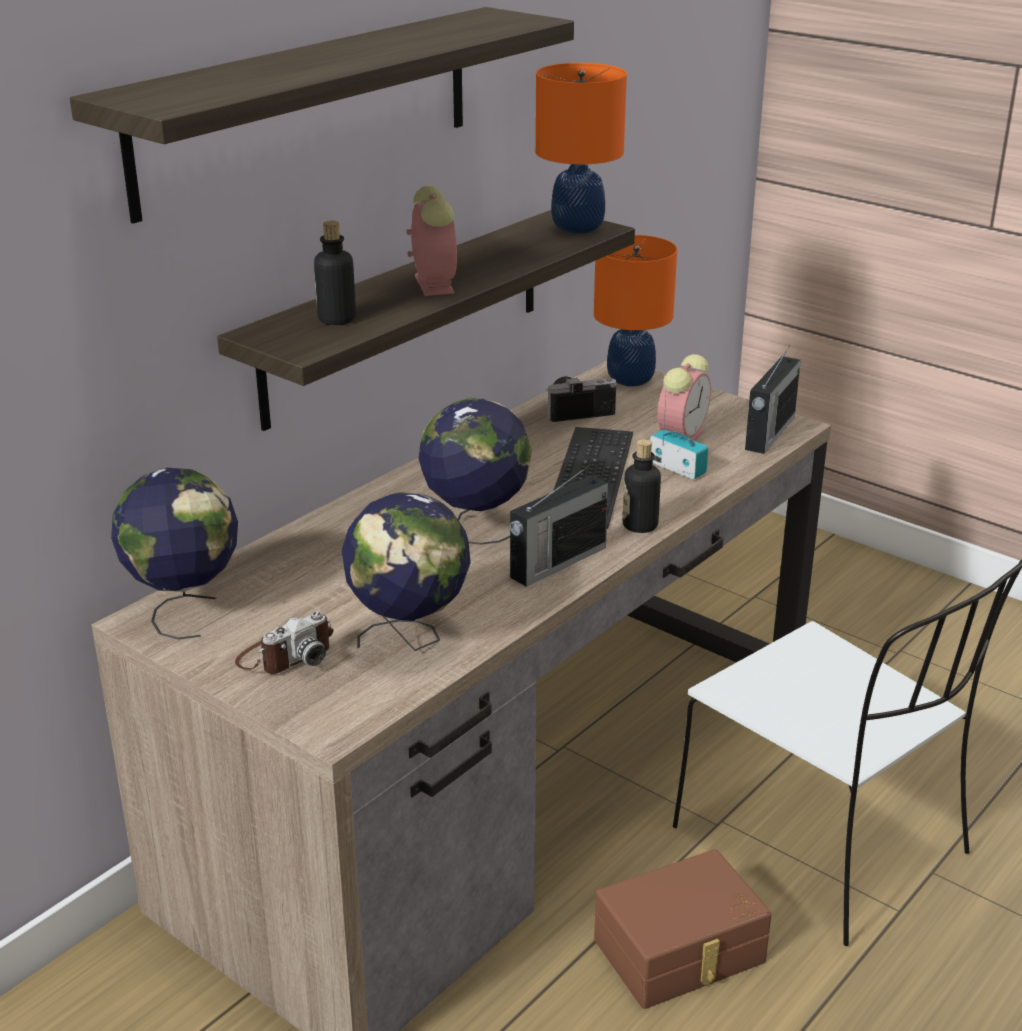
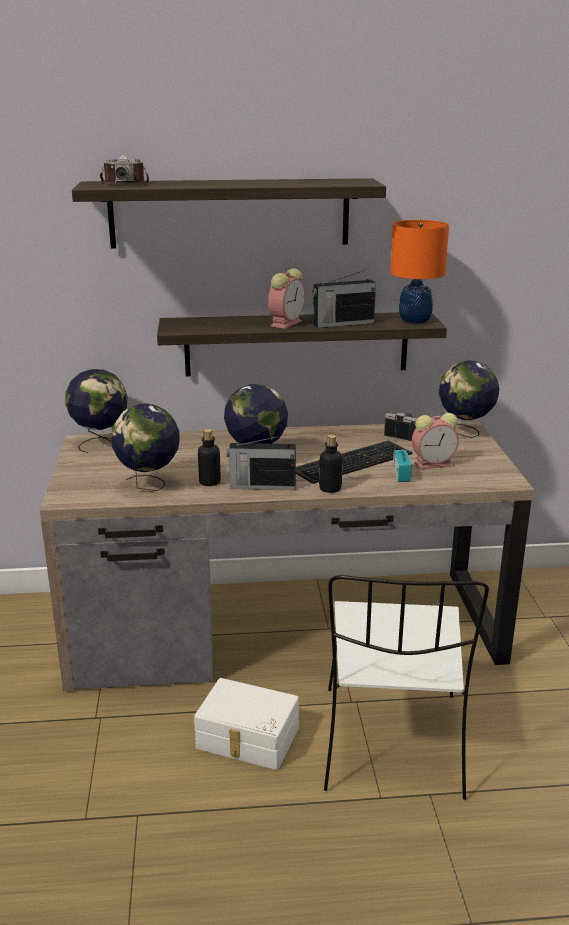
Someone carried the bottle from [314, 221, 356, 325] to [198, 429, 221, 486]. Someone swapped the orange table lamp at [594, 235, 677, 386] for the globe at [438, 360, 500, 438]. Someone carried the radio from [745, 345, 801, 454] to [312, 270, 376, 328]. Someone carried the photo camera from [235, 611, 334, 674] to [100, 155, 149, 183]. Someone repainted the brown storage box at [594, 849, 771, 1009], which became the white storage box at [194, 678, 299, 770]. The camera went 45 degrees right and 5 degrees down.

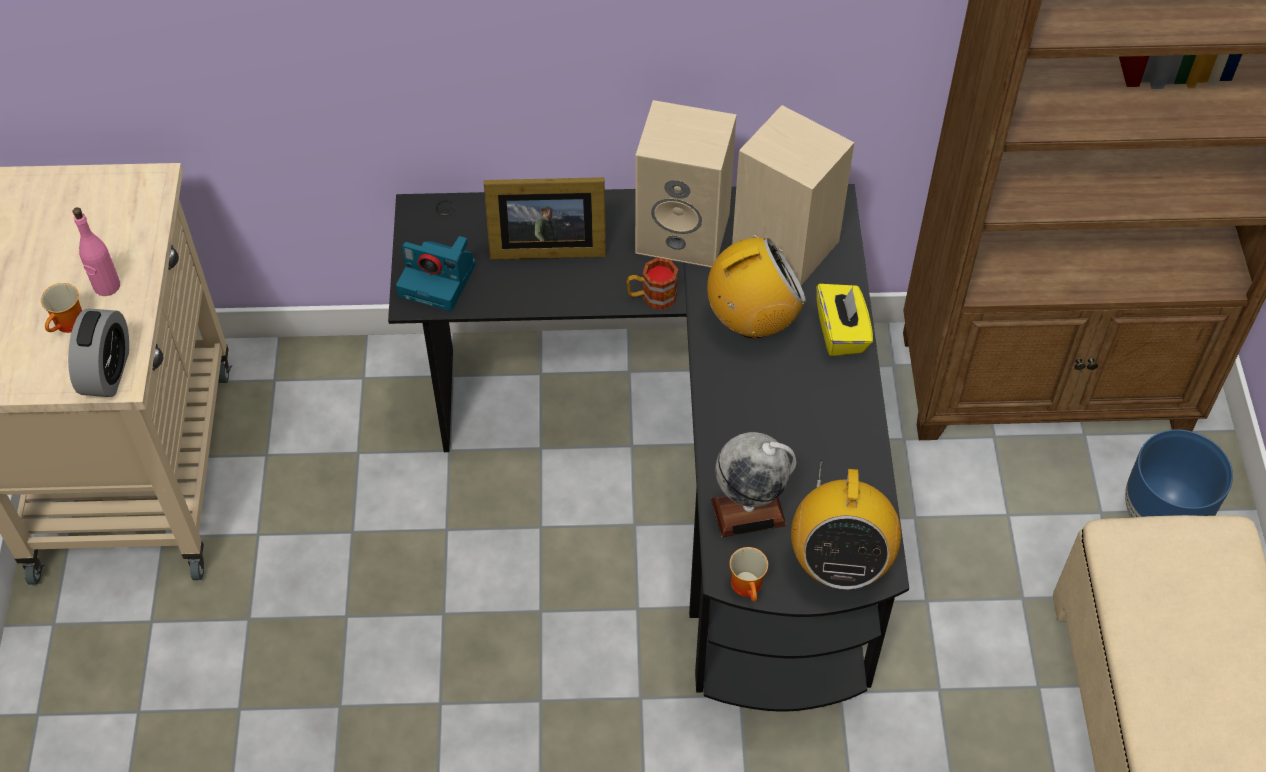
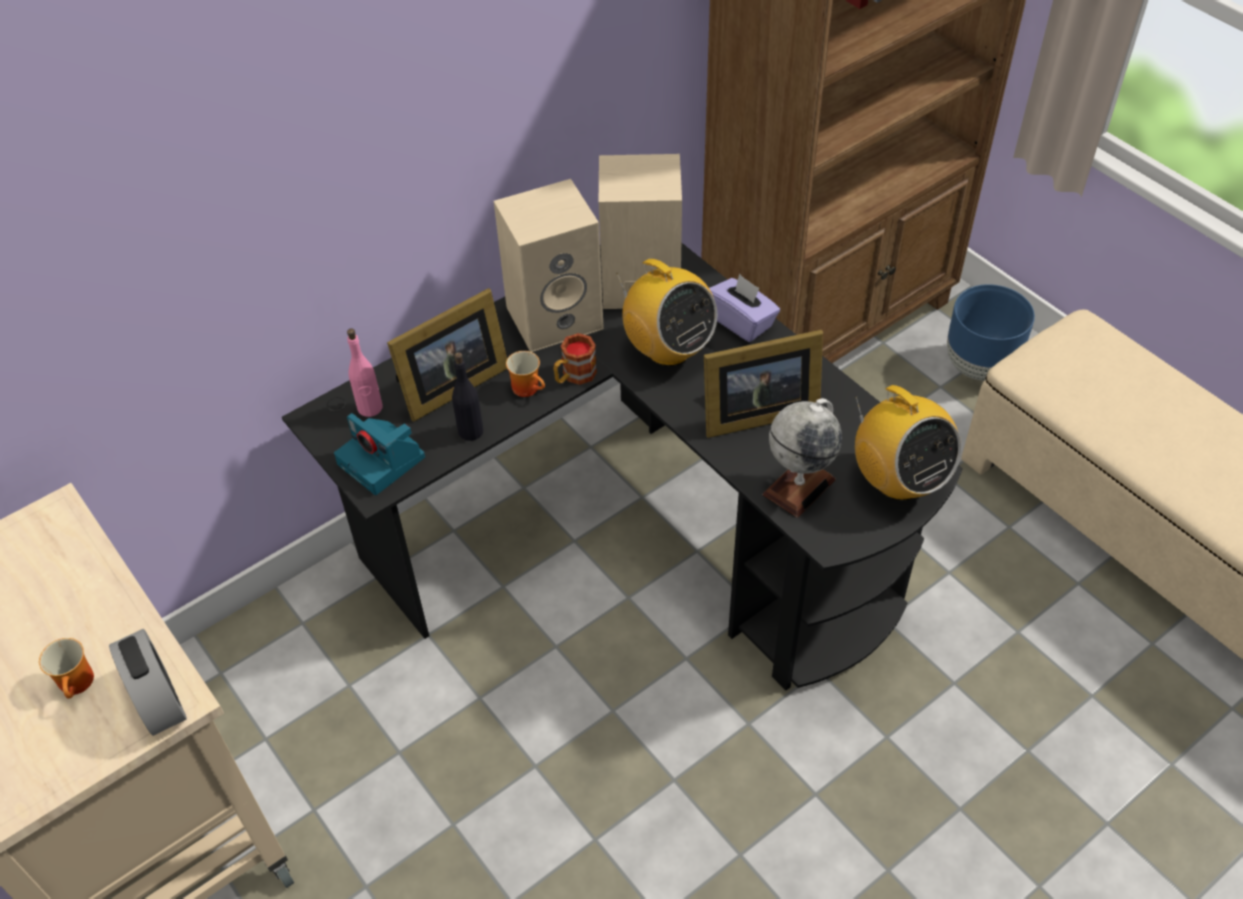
Someone carried the pink bottle from [73, 207, 120, 296] to [347, 328, 383, 417]. Someone rotated the photo camera at [396, 236, 476, 311] by 60 degrees clockwise. Someone rotated the radio at [707, 238, 806, 338] by 105 degrees clockwise. Someone repainted the yellow tissue box at [816, 284, 873, 356], which became the purple tissue box at [709, 273, 780, 342]. Someone carried the mug from [729, 547, 768, 601] to [506, 351, 545, 397]. Someone put down the picture frame at [704, 330, 823, 438]. Someone put down the black bottle at [452, 352, 484, 441]. The camera went 35 degrees left and 5 degrees down.

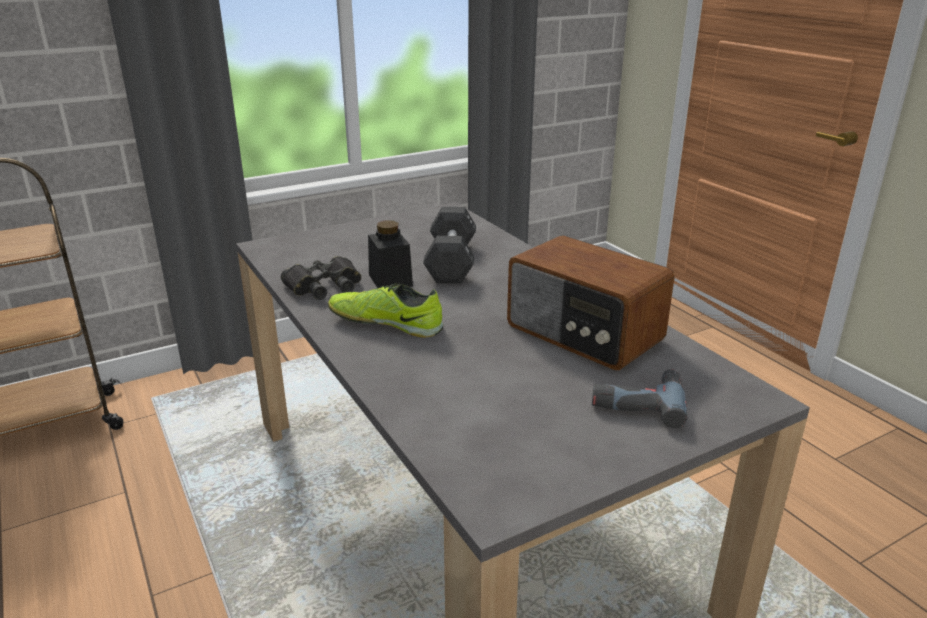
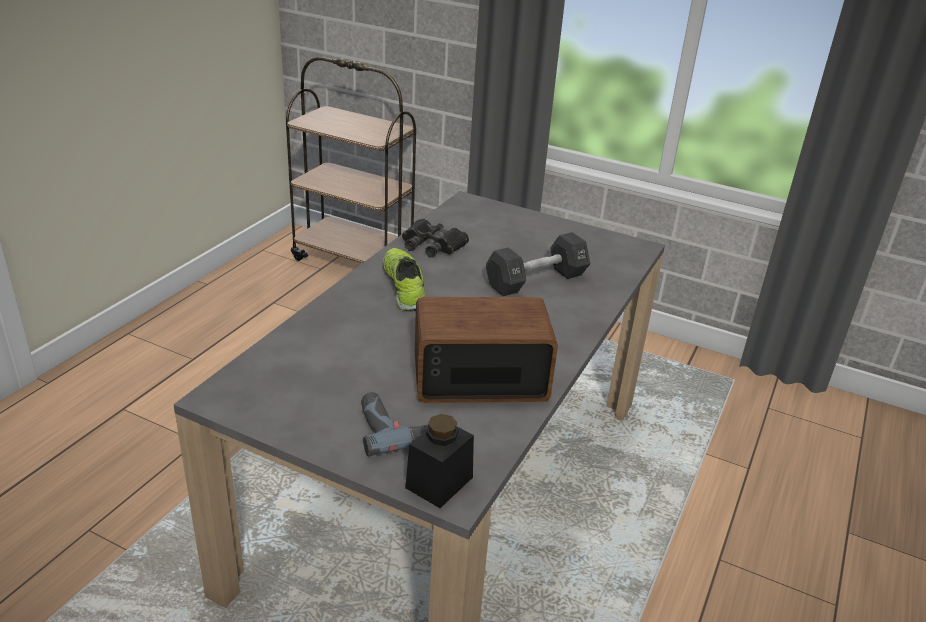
Someone carried the black jar from [368, 221, 413, 288] to [405, 414, 474, 508]. Someone rotated the radio at [507, 235, 675, 370] by 75 degrees clockwise. The camera went 55 degrees right and 5 degrees up.

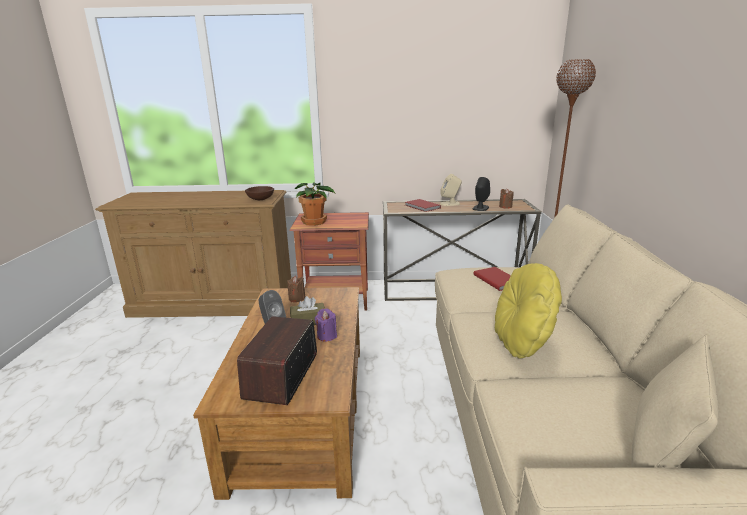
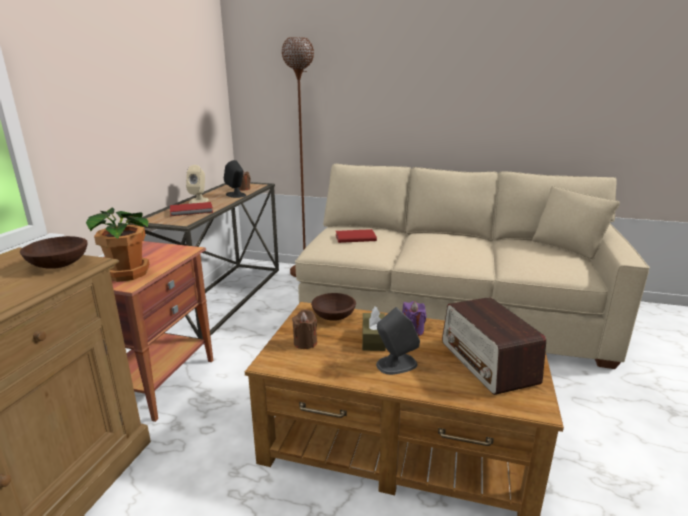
Someone took away the yellow pillow at [495, 263, 562, 358]. Someone rotated the radio at [237, 316, 317, 405] by 45 degrees clockwise. Someone put down the brown bowl at [311, 293, 356, 321]. The camera went 75 degrees left and 0 degrees up.

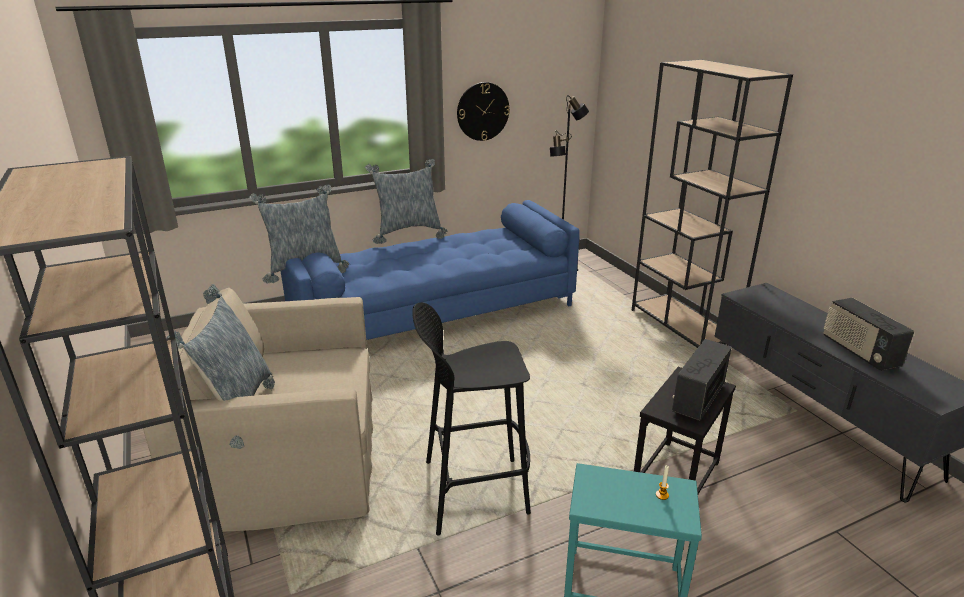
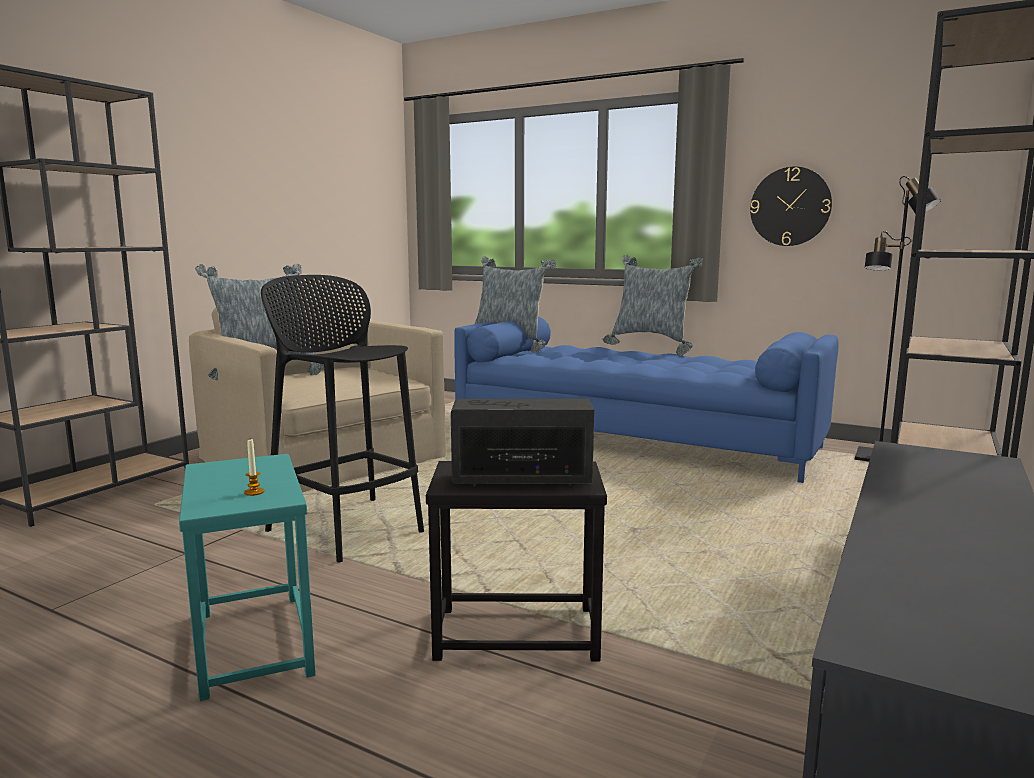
Someone took away the radio at [824, 298, 914, 371]. The camera went 55 degrees right and 15 degrees down.

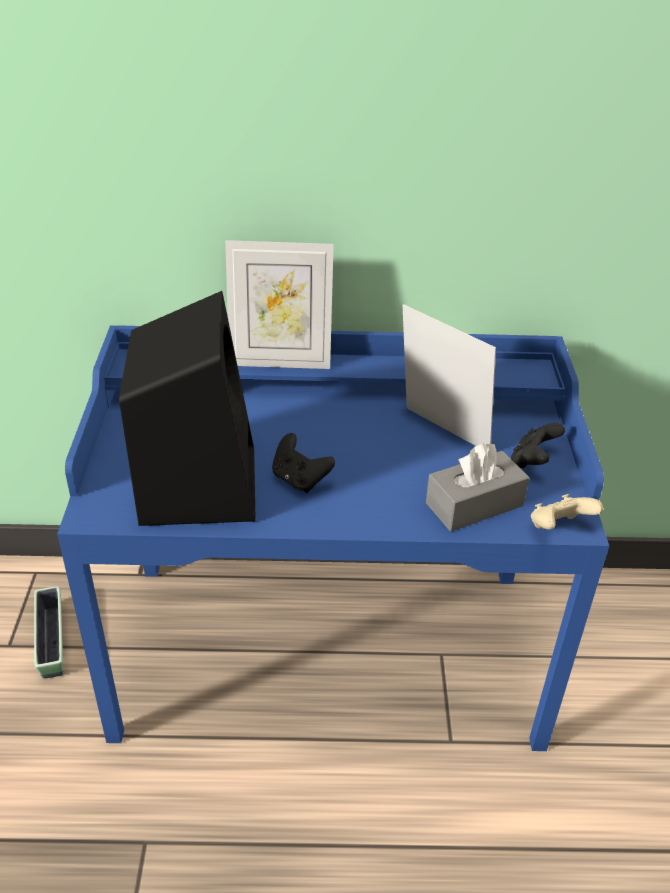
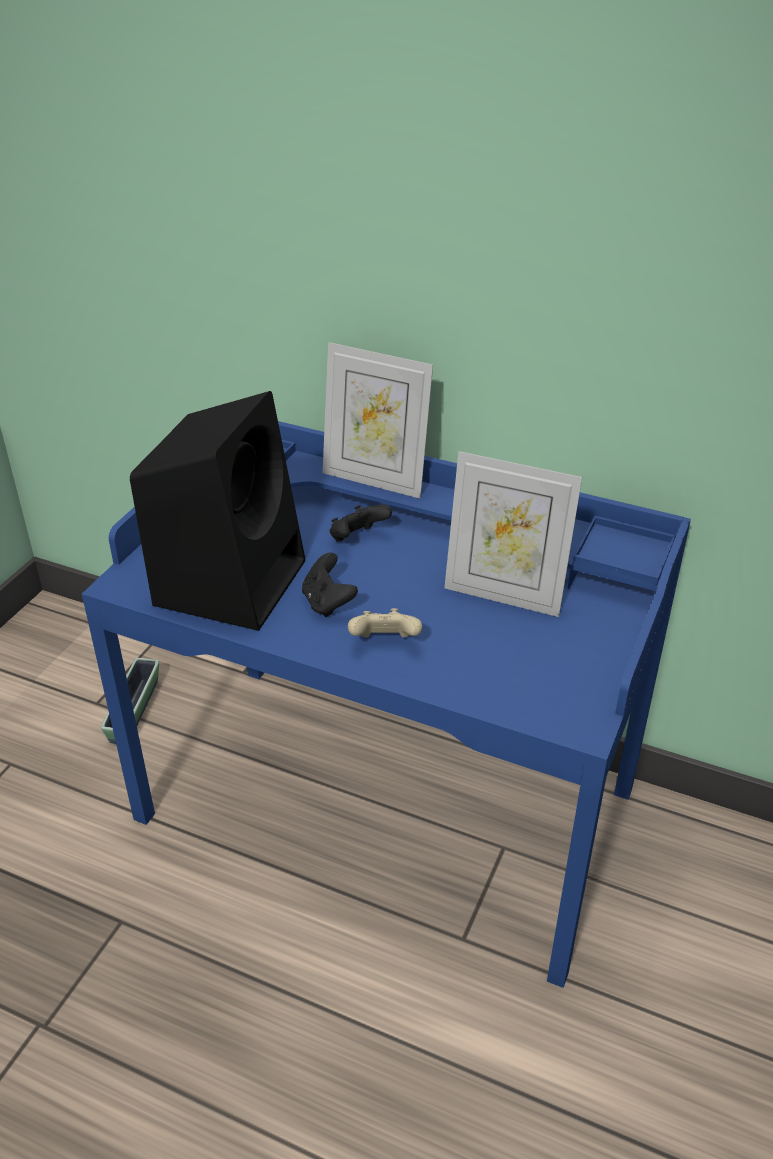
Someone rotated the picture frame at [402, 304, 496, 446] by 135 degrees clockwise. Someone carried the black game controller from [511, 423, 565, 468] to [330, 505, 392, 542]. Someone took away the grey tissue box at [426, 443, 530, 532]. Someone carried the beige game controller from [531, 494, 603, 530] to [348, 608, 422, 638]. The camera went 25 degrees right and 0 degrees up.

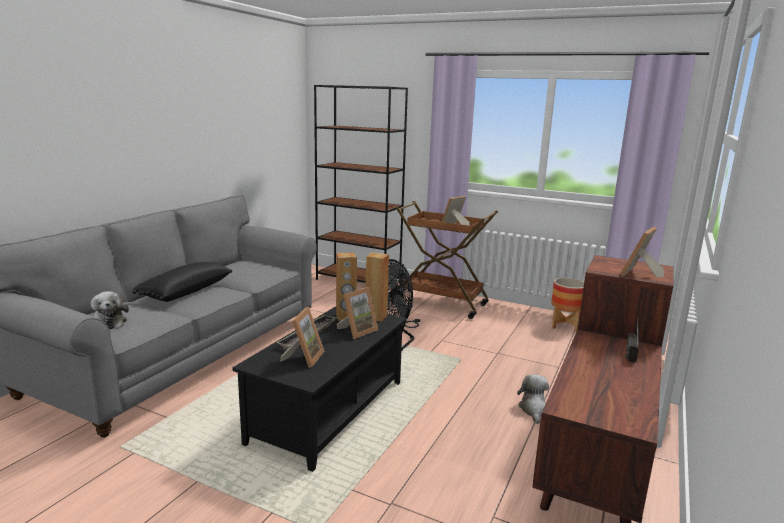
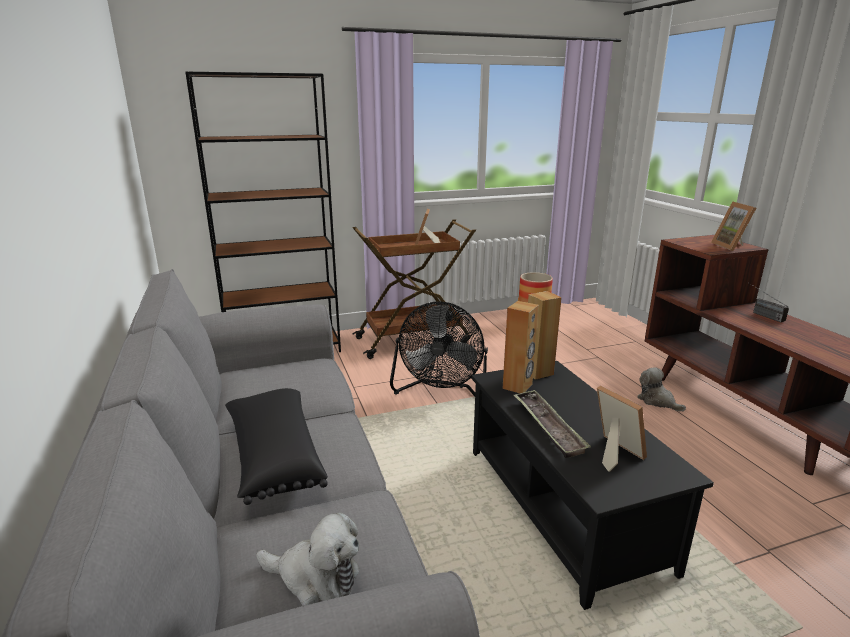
Someone took away the picture frame at [337, 287, 378, 339]. The camera went 45 degrees left and 5 degrees up.

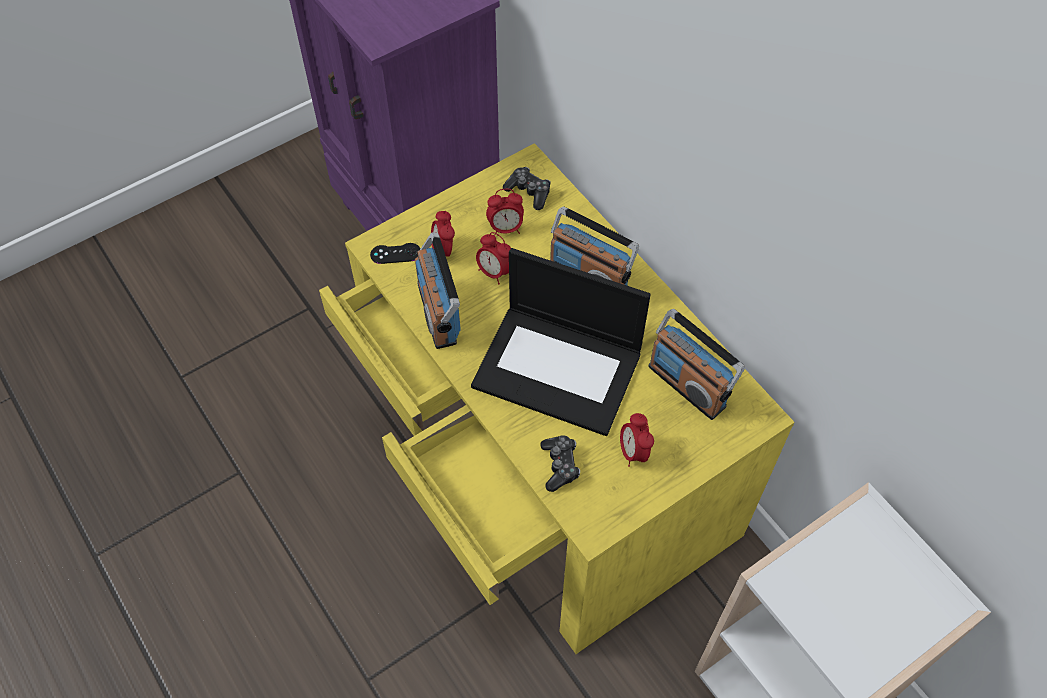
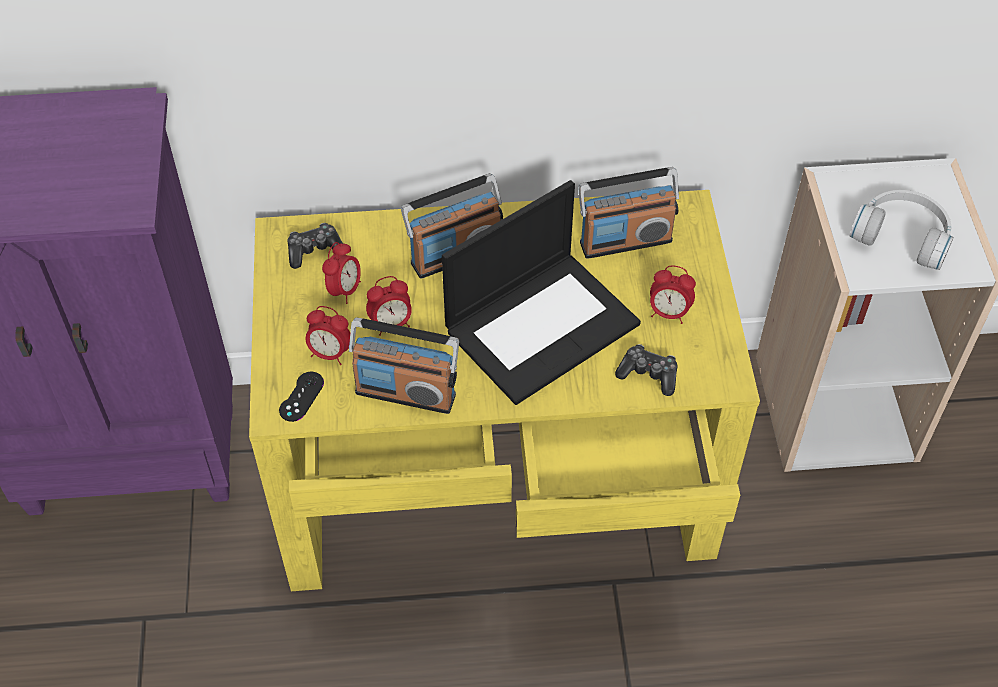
Someone put down the white headphones at [850, 190, 954, 270]. The camera went 60 degrees left and 5 degrees down.

